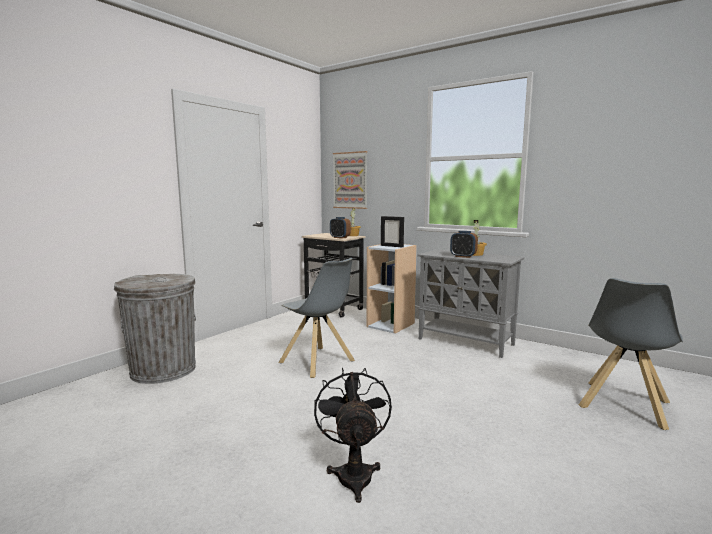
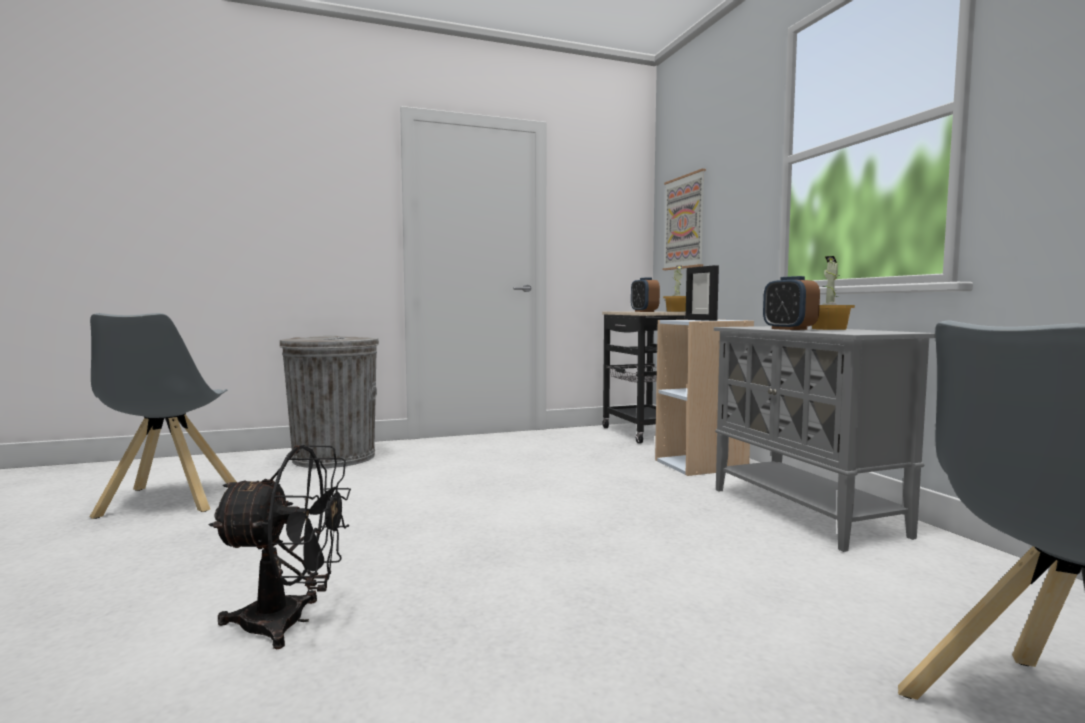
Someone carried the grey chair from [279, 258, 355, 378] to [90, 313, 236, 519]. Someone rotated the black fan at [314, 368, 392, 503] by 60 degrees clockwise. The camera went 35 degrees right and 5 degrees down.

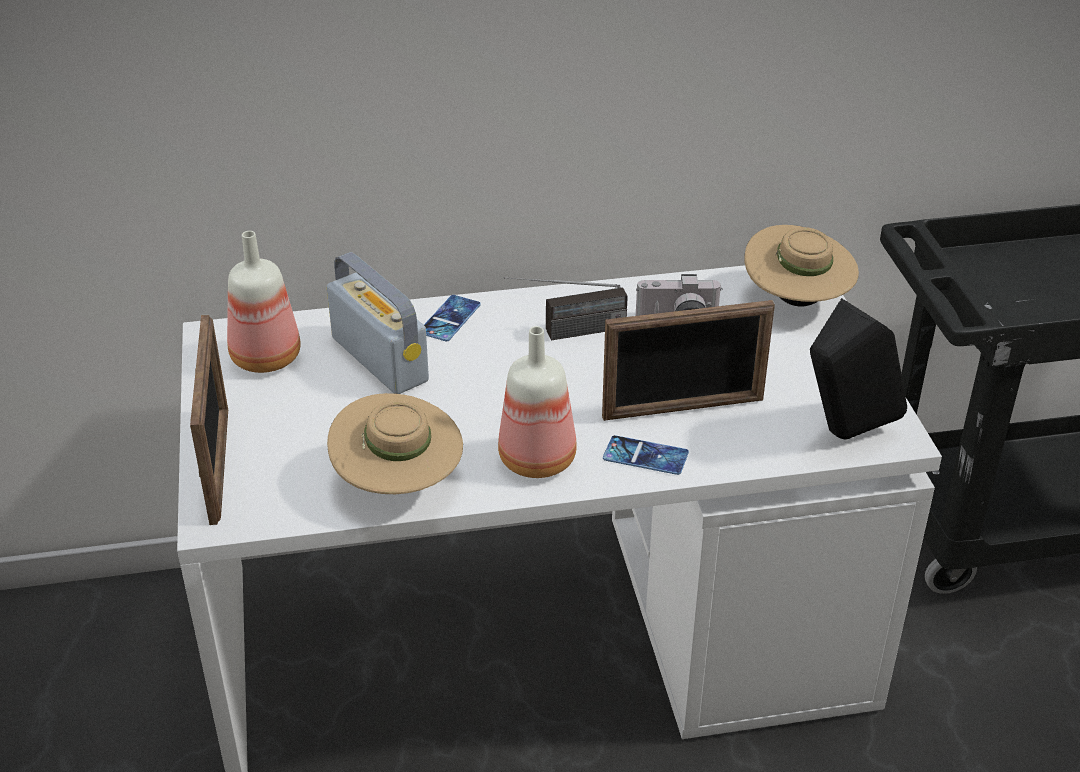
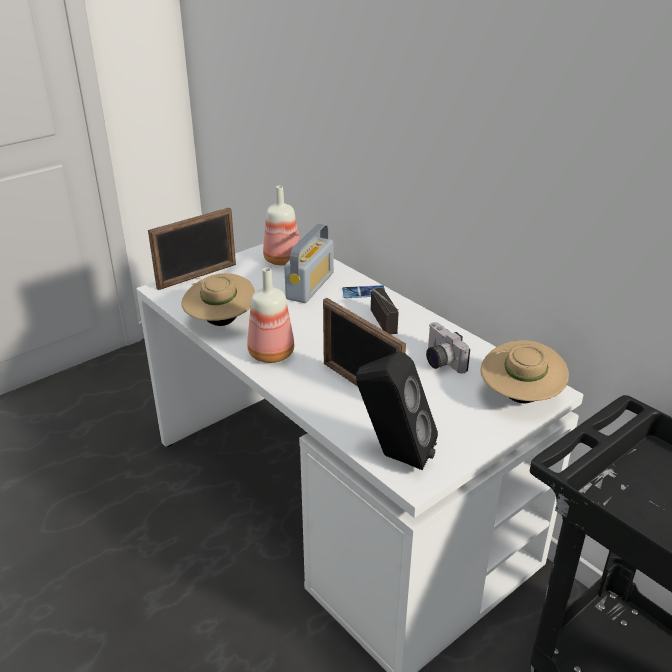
Someone rotated the radio at [504, 277, 628, 340] by 150 degrees counterclockwise. Someone took away the phone at [603, 435, 689, 475]. The camera went 60 degrees right and 5 degrees down.

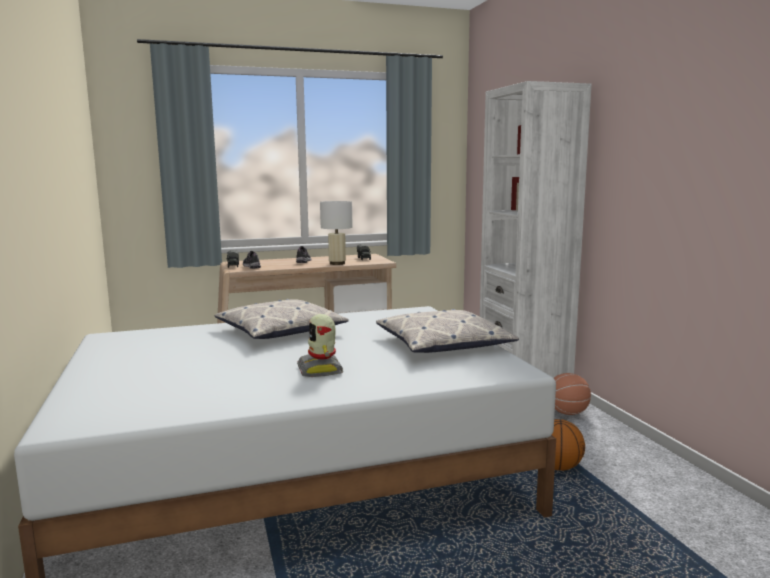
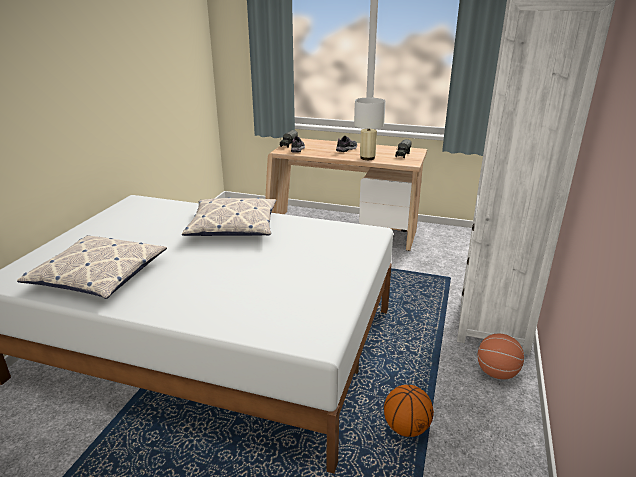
Someone carried the pillow from [376, 309, 519, 353] to [17, 236, 167, 299]. Someone took away the toy robot at [297, 314, 343, 377]. The camera went 35 degrees right and 15 degrees up.

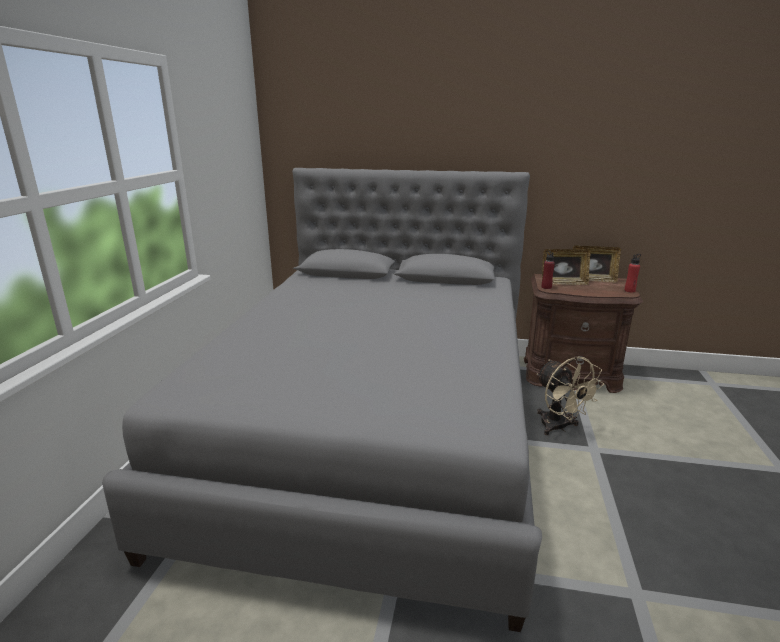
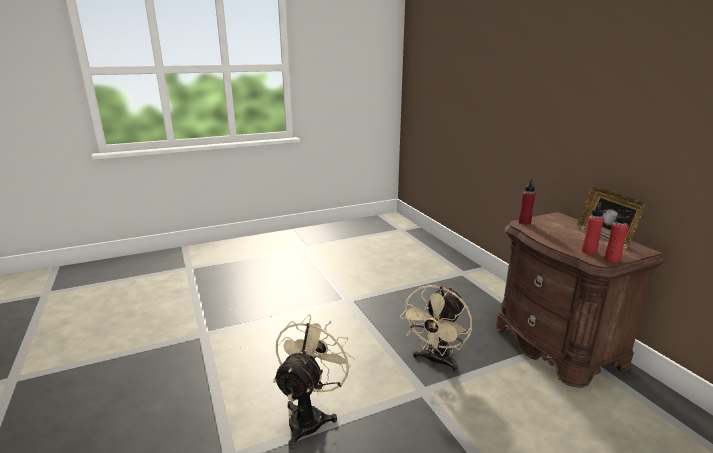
Someone took away the grey bed at [102, 168, 542, 632]. Someone took away the picture frame at [542, 249, 591, 285]. Someone put down the red bottle at [582, 202, 604, 255]. Someone put down the beige fan at [273, 314, 354, 449]. The camera went 55 degrees right and 0 degrees up.

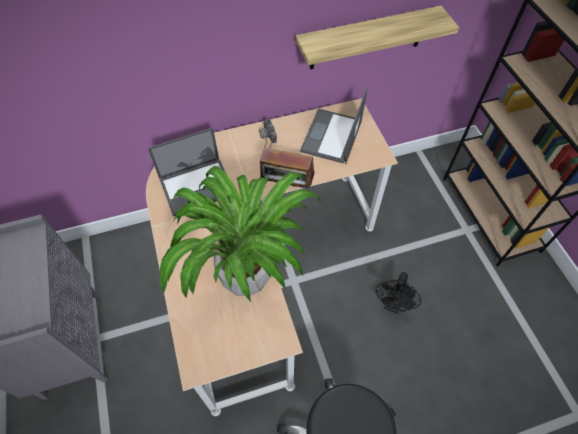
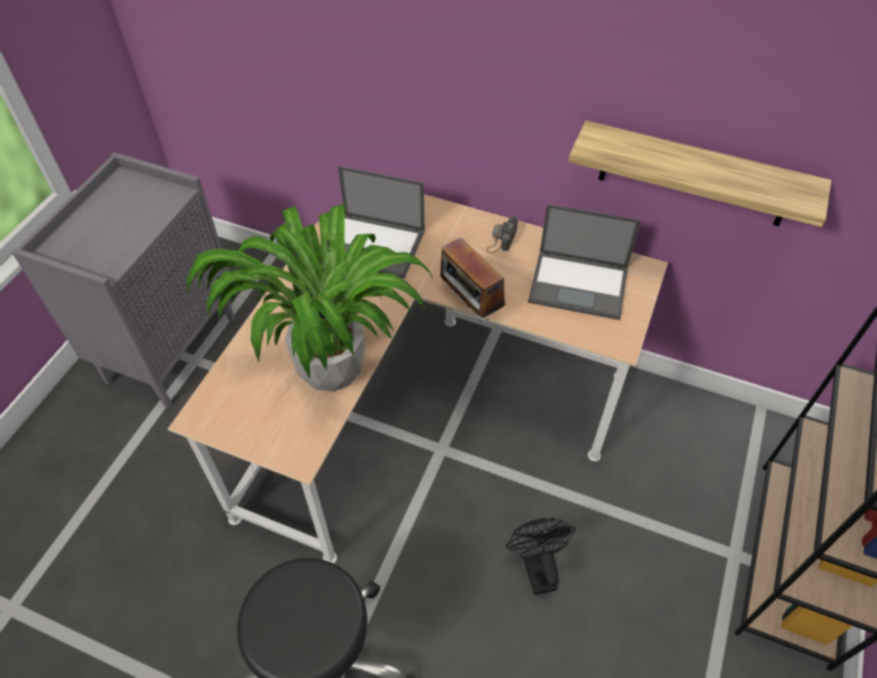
Someone rotated the laptop at [300, 88, 367, 164] by 135 degrees counterclockwise. Someone rotated the black fan at [376, 272, 421, 314] by 105 degrees clockwise. The camera went 40 degrees right and 5 degrees down.

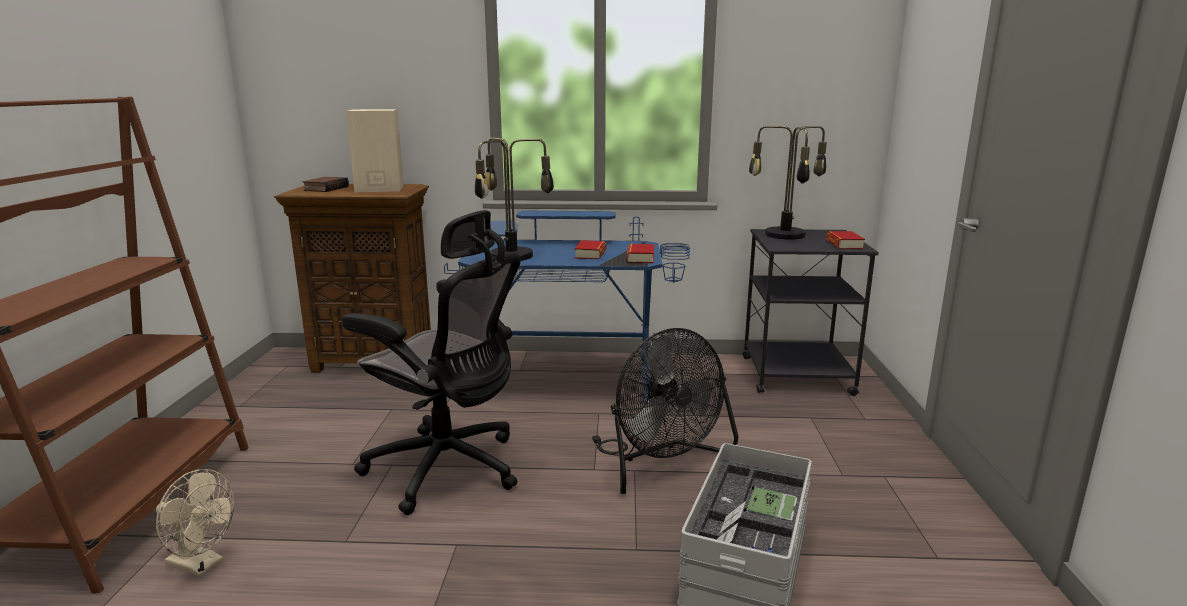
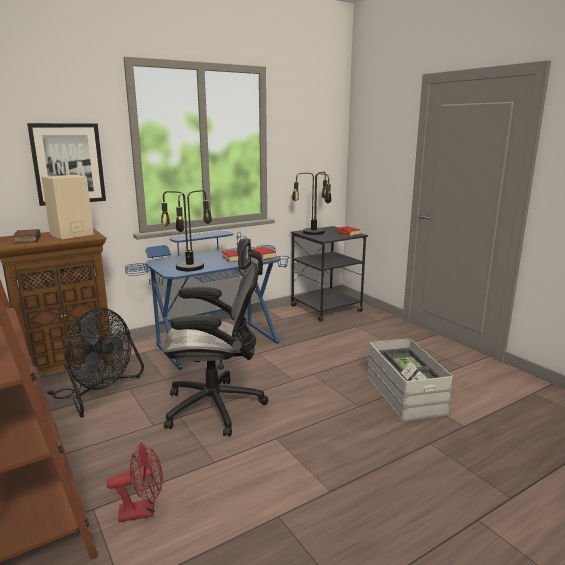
Someone carried the black fan from [592, 328, 738, 494] to [47, 308, 144, 418]. Someone repainted the beige fan at [156, 469, 234, 576], which became the red fan at [106, 443, 163, 522]. Someone put up the picture at [27, 123, 106, 206]. The camera went 35 degrees left and 0 degrees up.

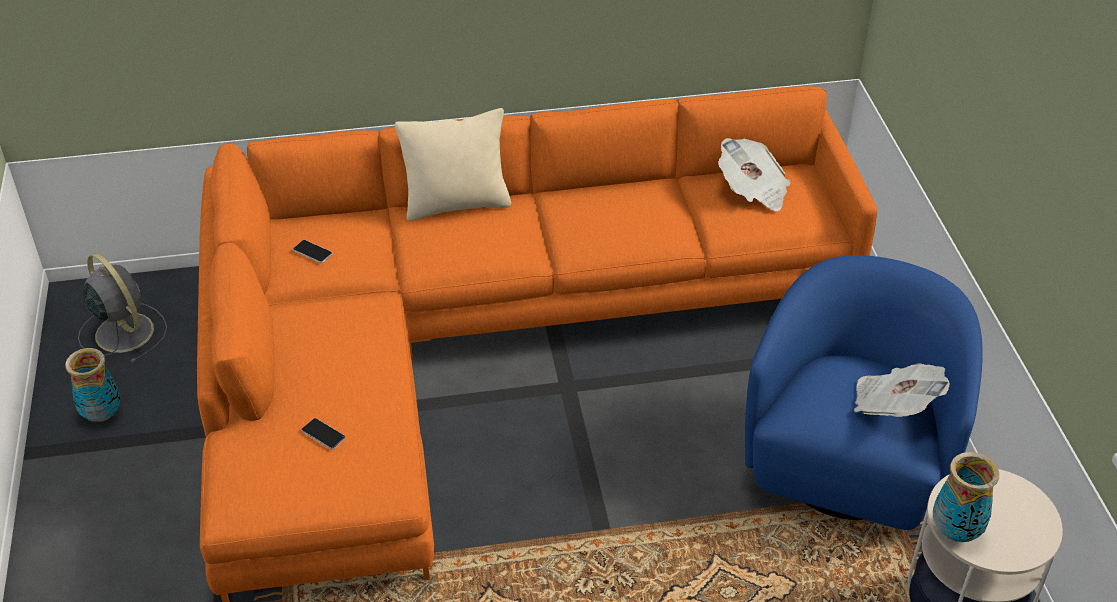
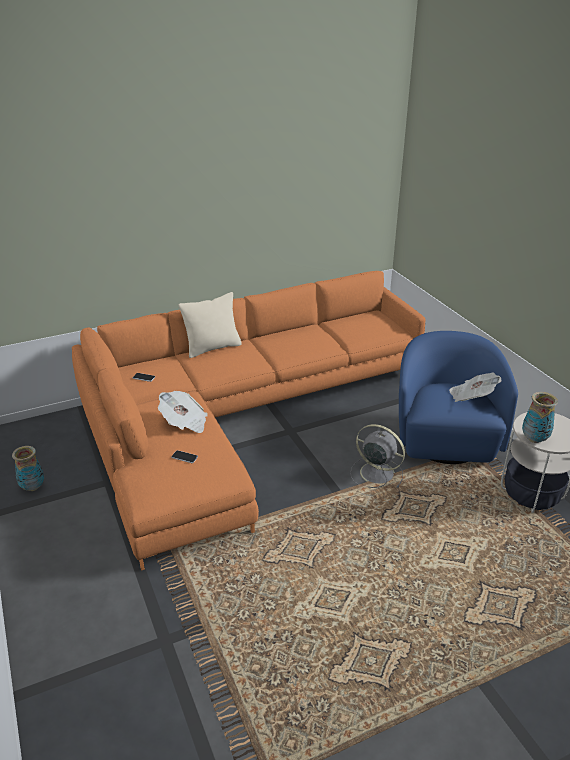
Someone carried the newspaper from [718, 138, 791, 211] to [158, 391, 208, 433]. Someone carried the grey fan from [78, 253, 167, 363] to [350, 424, 405, 488]. The camera went 15 degrees left and 10 degrees down.

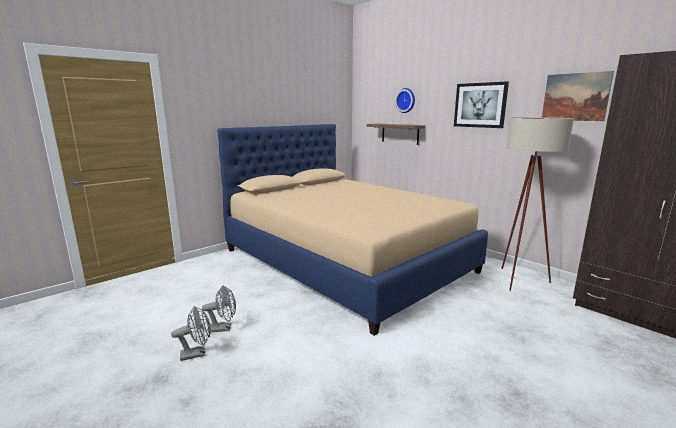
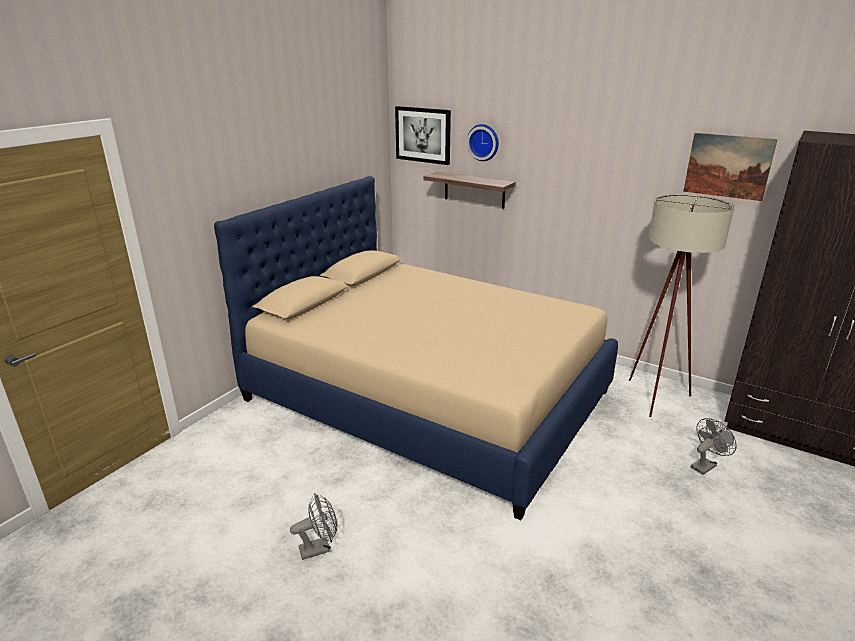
Someone carried the picture from [454, 81, 509, 128] to [395, 106, 451, 165]. Someone carried the grey fan from [171, 306, 211, 361] to [691, 418, 737, 475]. The camera went 15 degrees left and 10 degrees up.

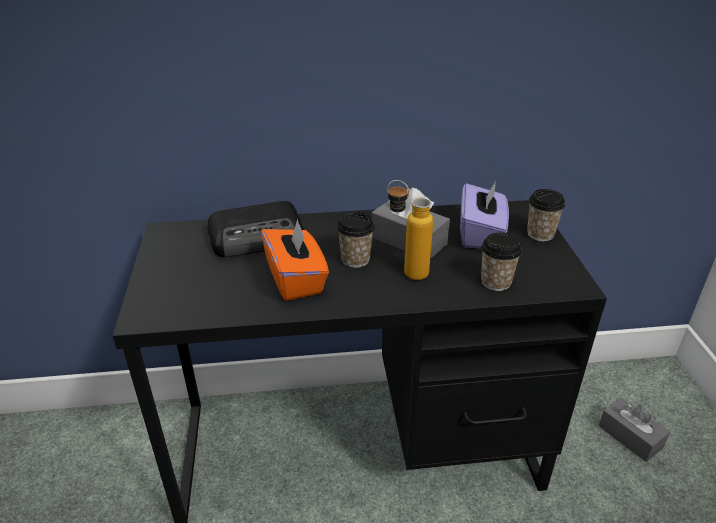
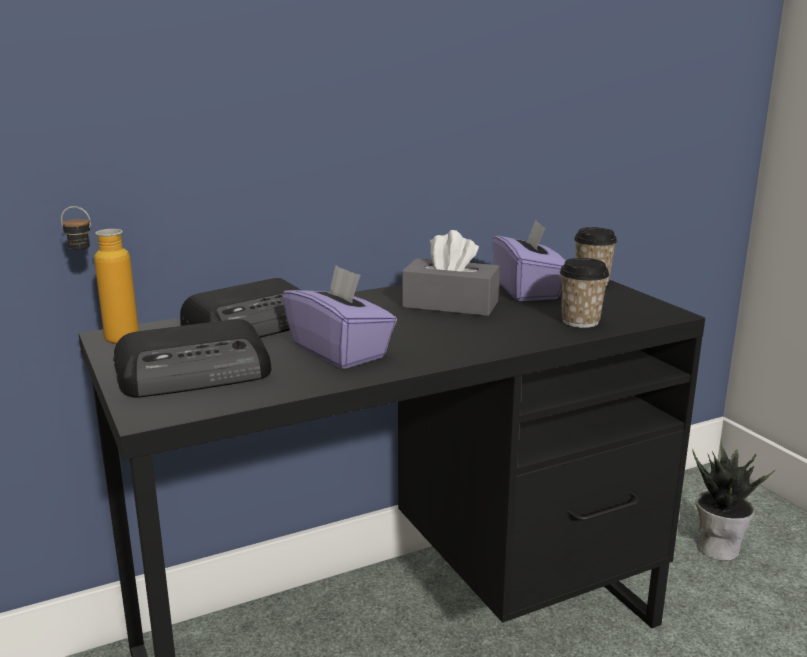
Someone carried the bottle from [387, 180, 433, 280] to [61, 206, 139, 344]. Someone took away the cup at [337, 212, 375, 268]. Someone repainted the orange tissue box at [261, 219, 329, 301], which became the purple tissue box at [282, 265, 397, 369]. Someone swapped the grey tissue box at [599, 397, 670, 462] for the potted plant at [692, 439, 775, 561]. Someone put down the radio at [113, 319, 271, 398]. The camera went 20 degrees left and 15 degrees down.

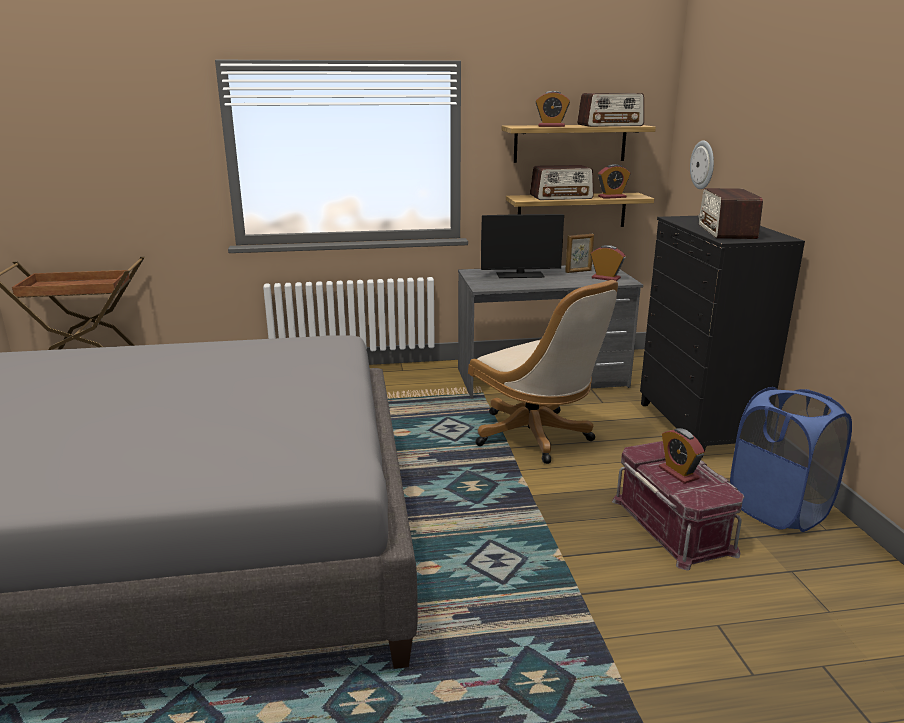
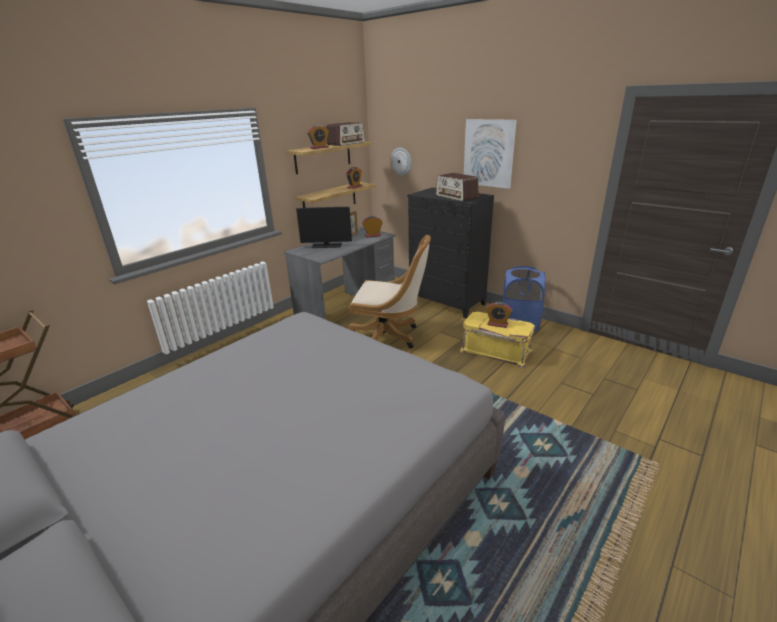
Someone took away the radio at [530, 165, 594, 200]. Someone rotated the monitor at [481, 214, 564, 278] by 45 degrees clockwise. Someone repainted the red storage box at [612, 441, 744, 570], which became the yellow storage box at [460, 312, 535, 368]. Someone put up the picture at [464, 119, 517, 189]. The camera went 40 degrees left and 5 degrees up.

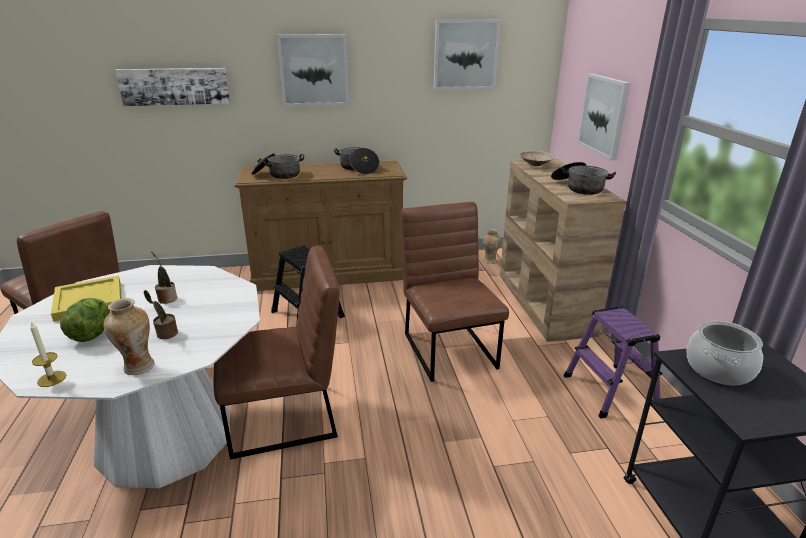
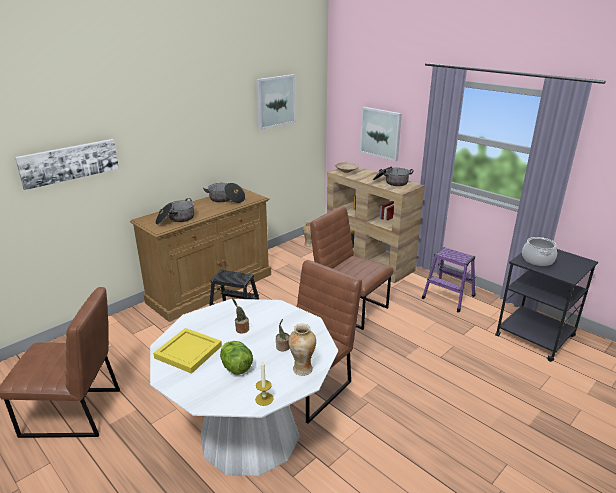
Someone took away the picture at [277, 34, 349, 106]. The camera went 35 degrees left and 0 degrees up.

